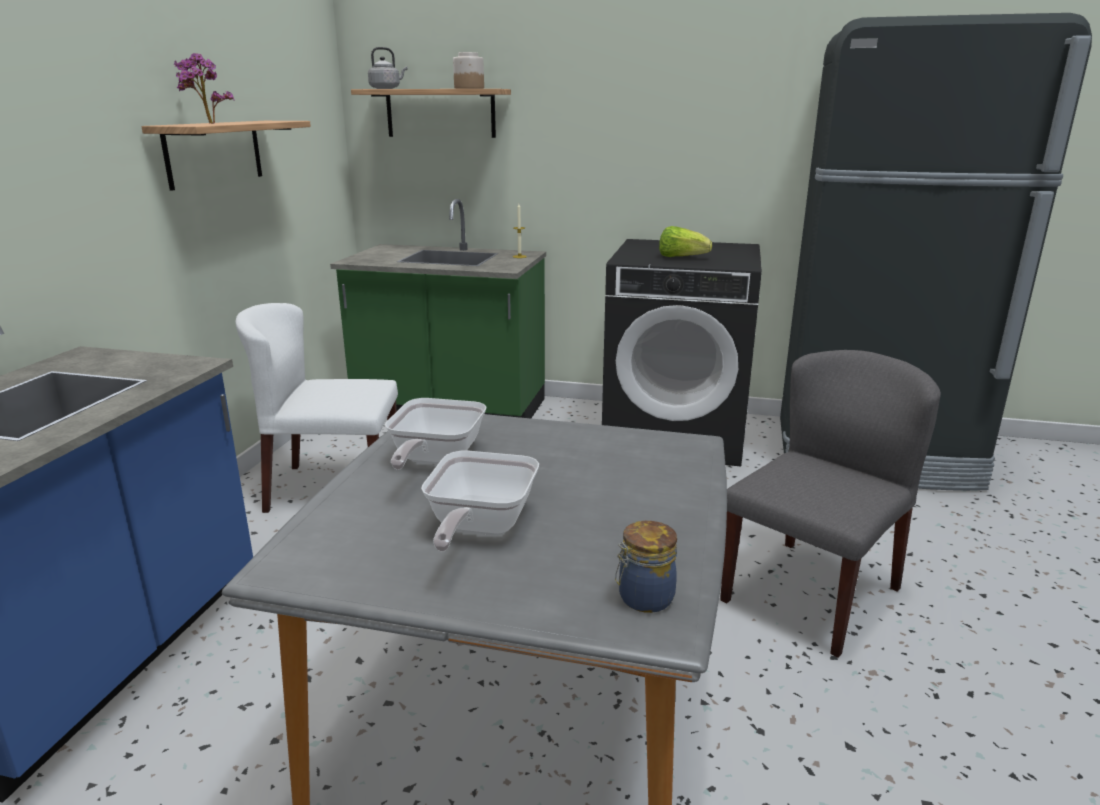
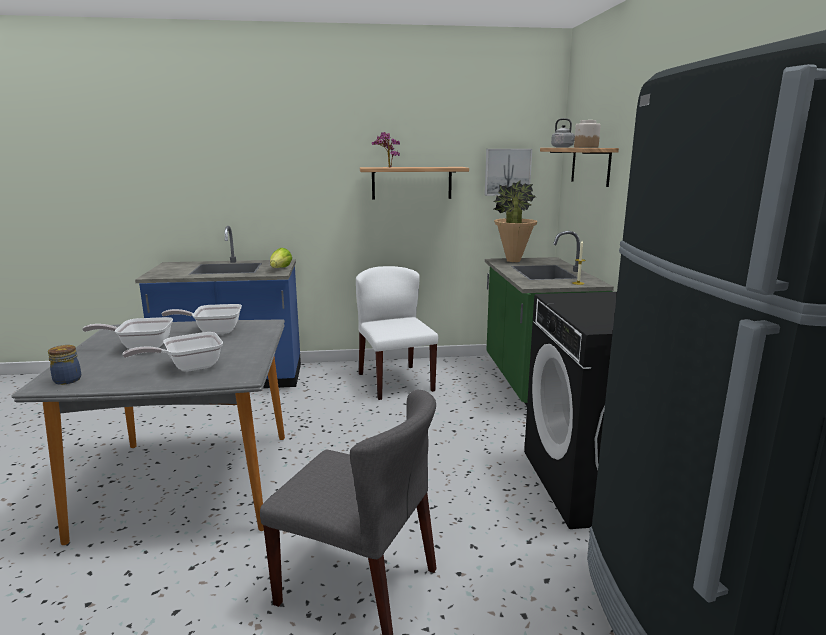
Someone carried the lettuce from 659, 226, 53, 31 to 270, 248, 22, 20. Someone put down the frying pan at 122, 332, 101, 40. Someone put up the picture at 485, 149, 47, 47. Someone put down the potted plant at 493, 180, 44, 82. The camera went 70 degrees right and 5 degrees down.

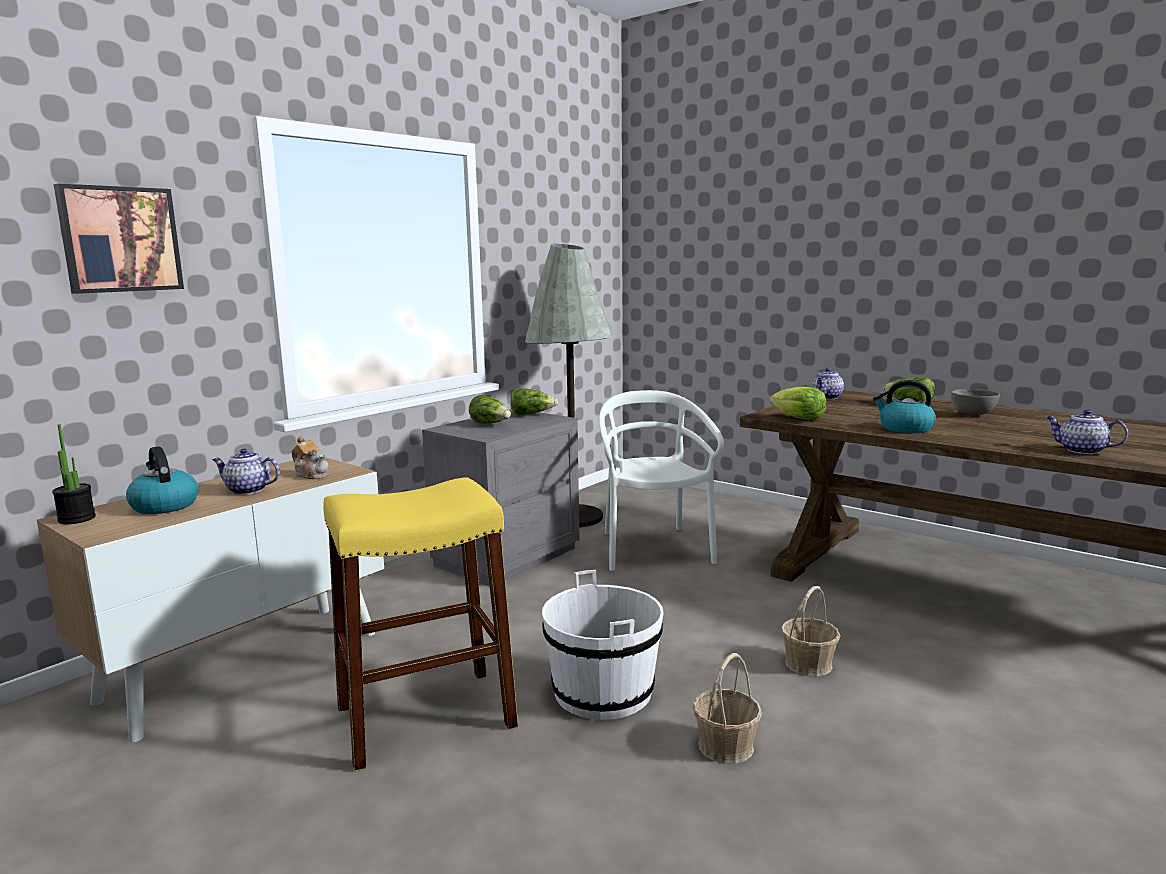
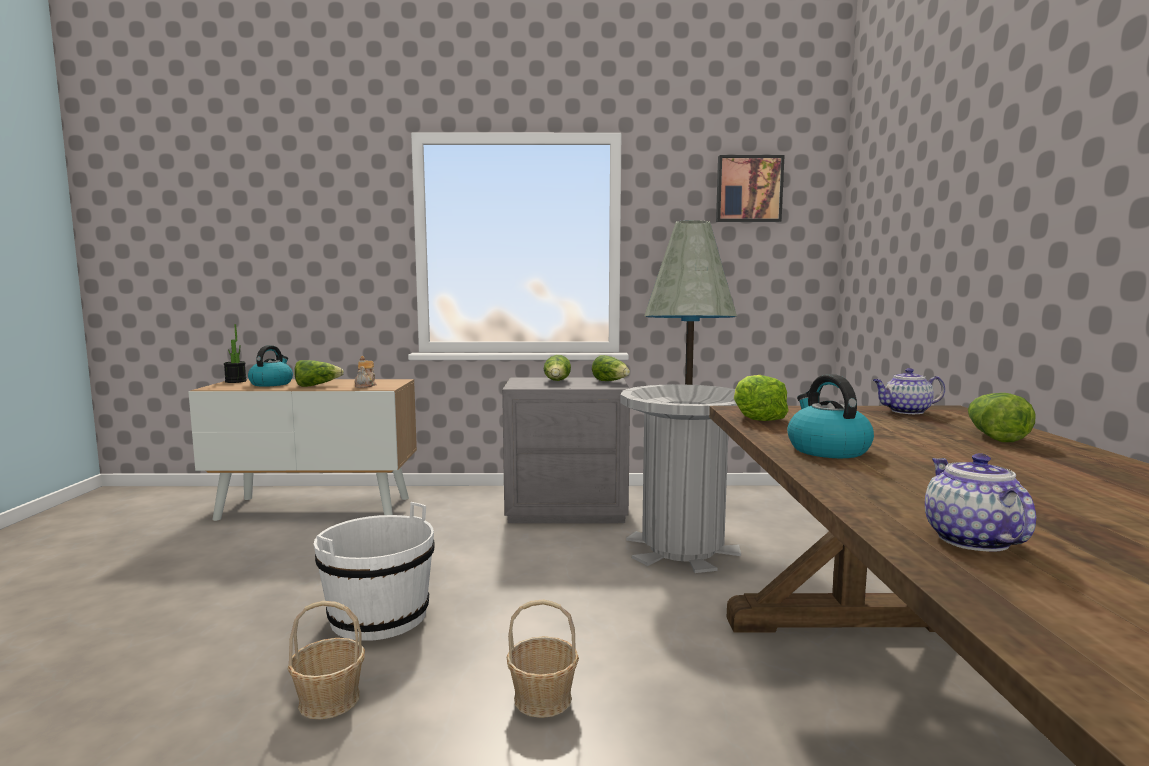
Someone carried the picture from 54, 184, 130, 110 to 716, 155, 69, 67. Someone swapped the teapot at 212, 449, 68, 46 for the lettuce at 294, 360, 50, 27. Someone took away the yellow stool at 323, 478, 195, 294. Someone swapped the white chair at 599, 390, 125, 181 for the grey trash can at 620, 384, 121, 189. Someone took away the grey bowl at 951, 389, 49, 27. The camera went 50 degrees right and 5 degrees down.

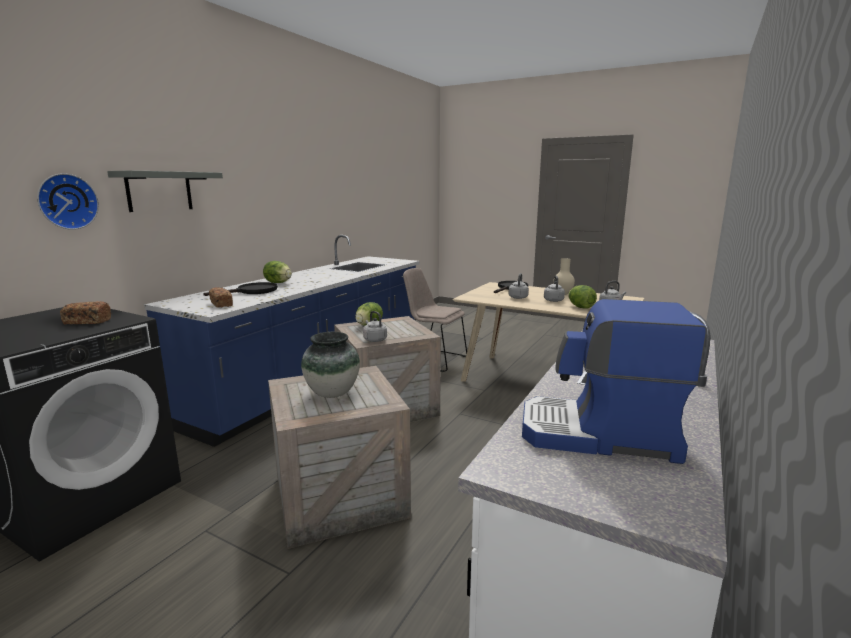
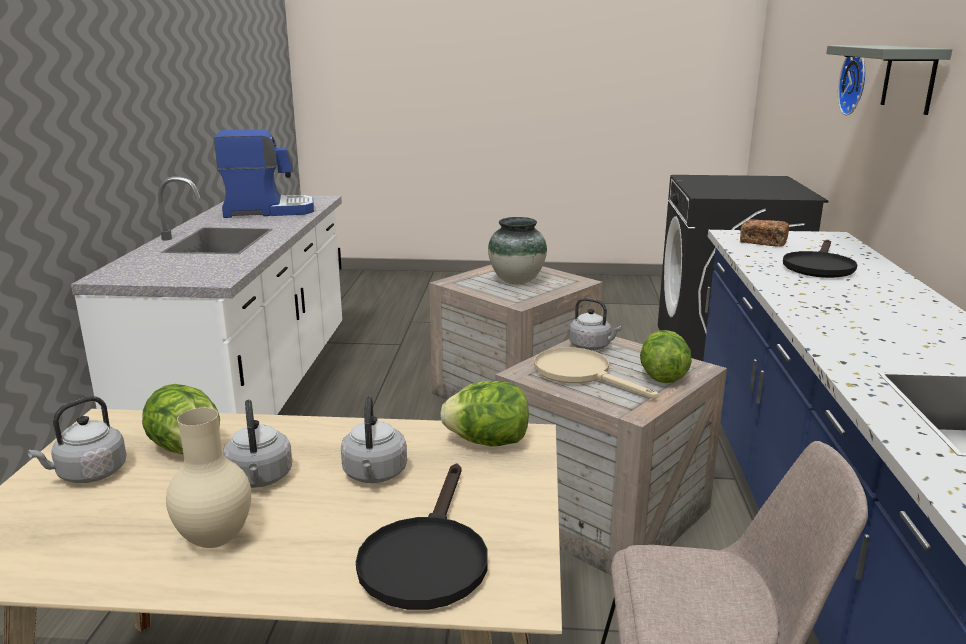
Someone took away the bread at 60, 301, 51, 23. Someone carried the lettuce from 263, 261, 29, 22 to 440, 381, 89, 65. Someone put down the beige frying pan at 534, 347, 124, 51. The camera went 155 degrees right and 5 degrees up.

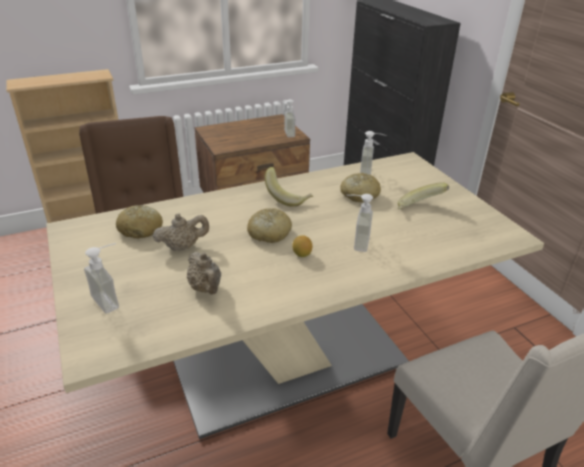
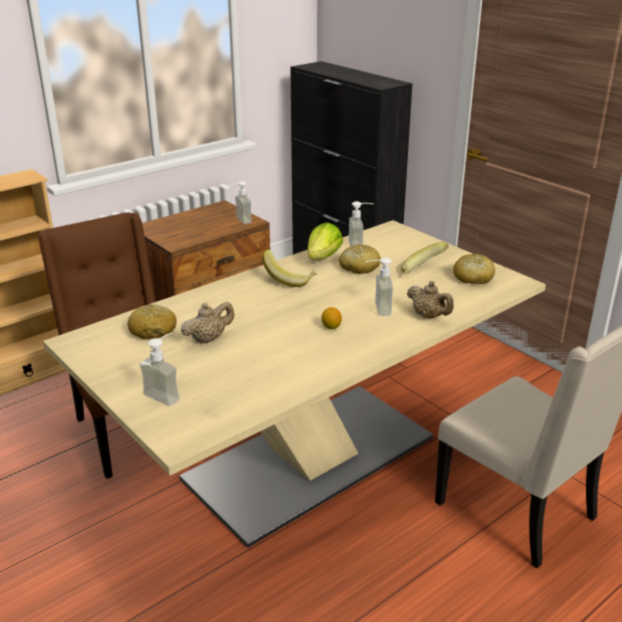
Someone carried the beige teapot from 187, 252, 34, 42 to 407, 281, 47, 38. Someone carried the bread from 247, 208, 45, 35 to 453, 254, 42, 30. Someone put down the lettuce at 307, 222, 36, 38. The camera went 15 degrees left and 5 degrees down.

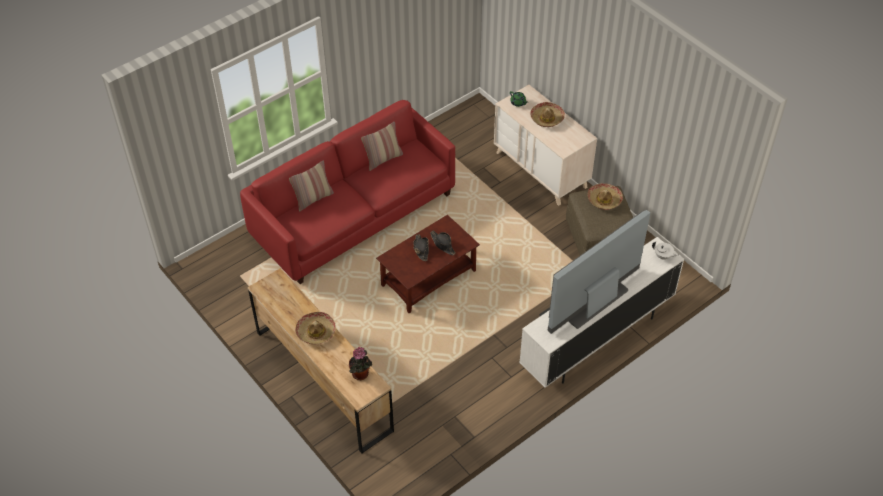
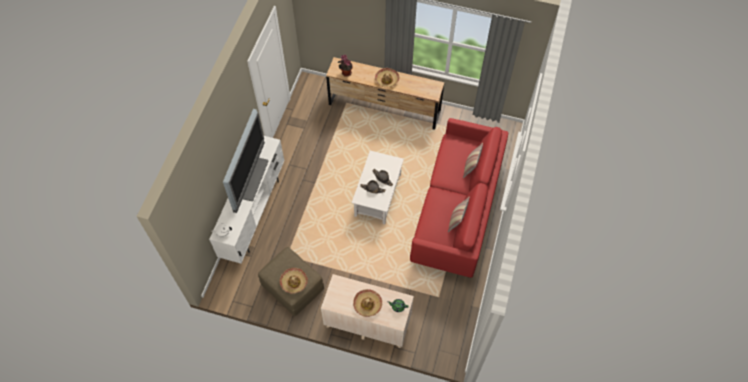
Someone repainted the brown coffee table at 376, 215, 104, 98, which became the white coffee table at 352, 151, 52, 73. The camera went 145 degrees right and 10 degrees up.

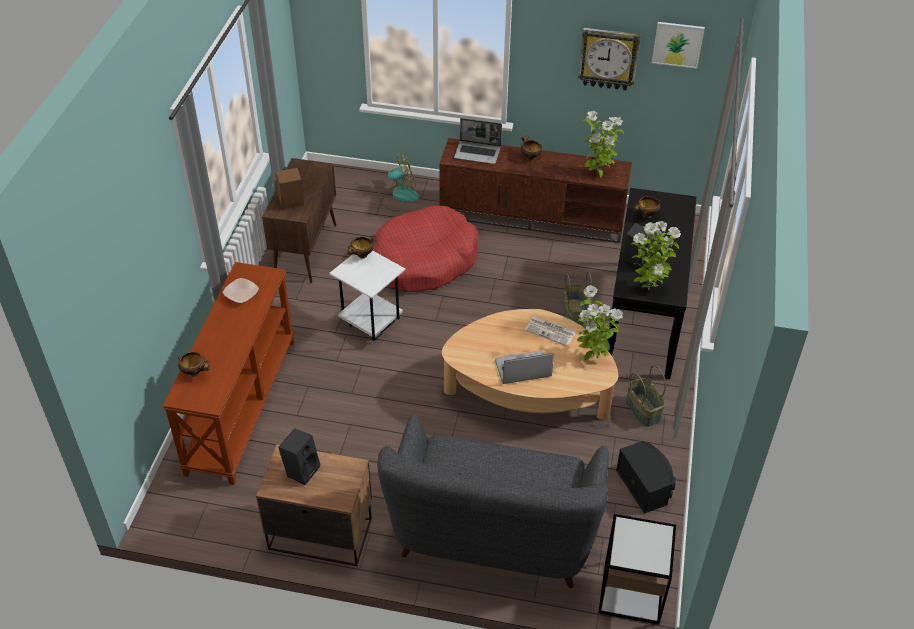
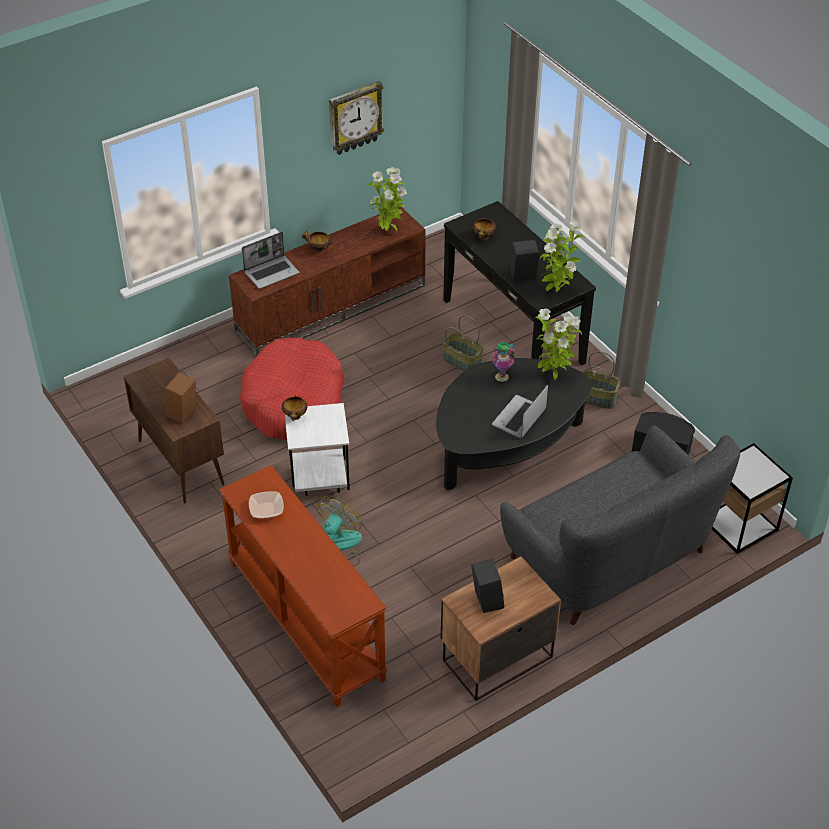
Someone took away the bowl at 178, 352, 32, 25. Someone carried the fan from 378, 152, 41, 60 to 317, 496, 45, 70. Someone repainted the beige coffee table at 442, 309, 176, 111, which became the black coffee table at 436, 358, 156, 132. Someone swapped the newspaper at 525, 316, 51, 30 for the vase at 492, 342, 23, 40. Someone took away the picture at 652, 22, 53, 47. The camera went 45 degrees left and 0 degrees up.

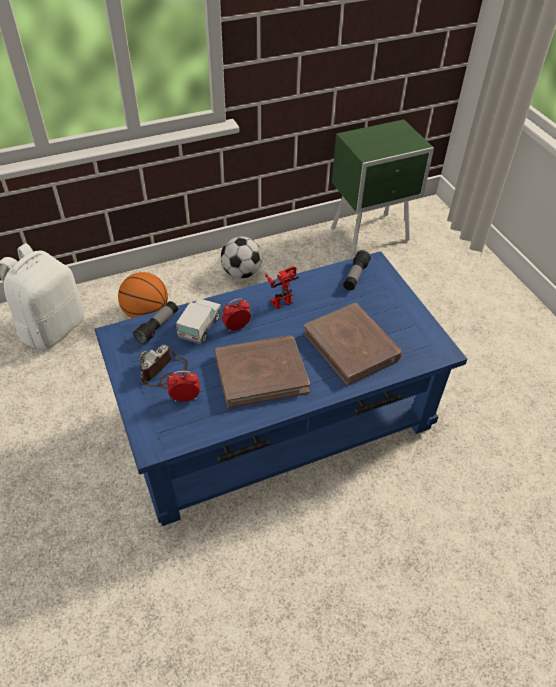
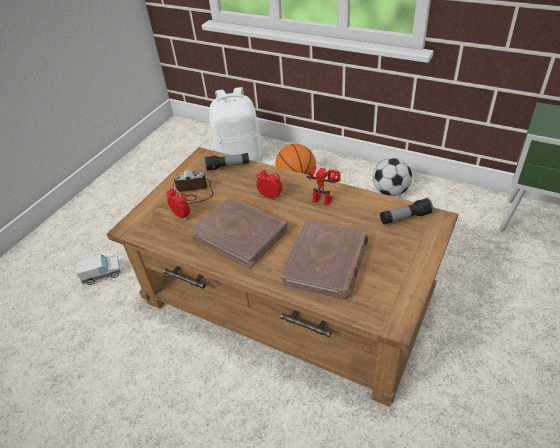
Someone repainted the blue coffee table at 94, 251, 373, 275, which became the brown coffee table at 107, 147, 351, 259. Someone carried the toy truck from 176, 298, 45, 46 to 76, 254, 45, 31. The camera went 55 degrees right and 5 degrees down.

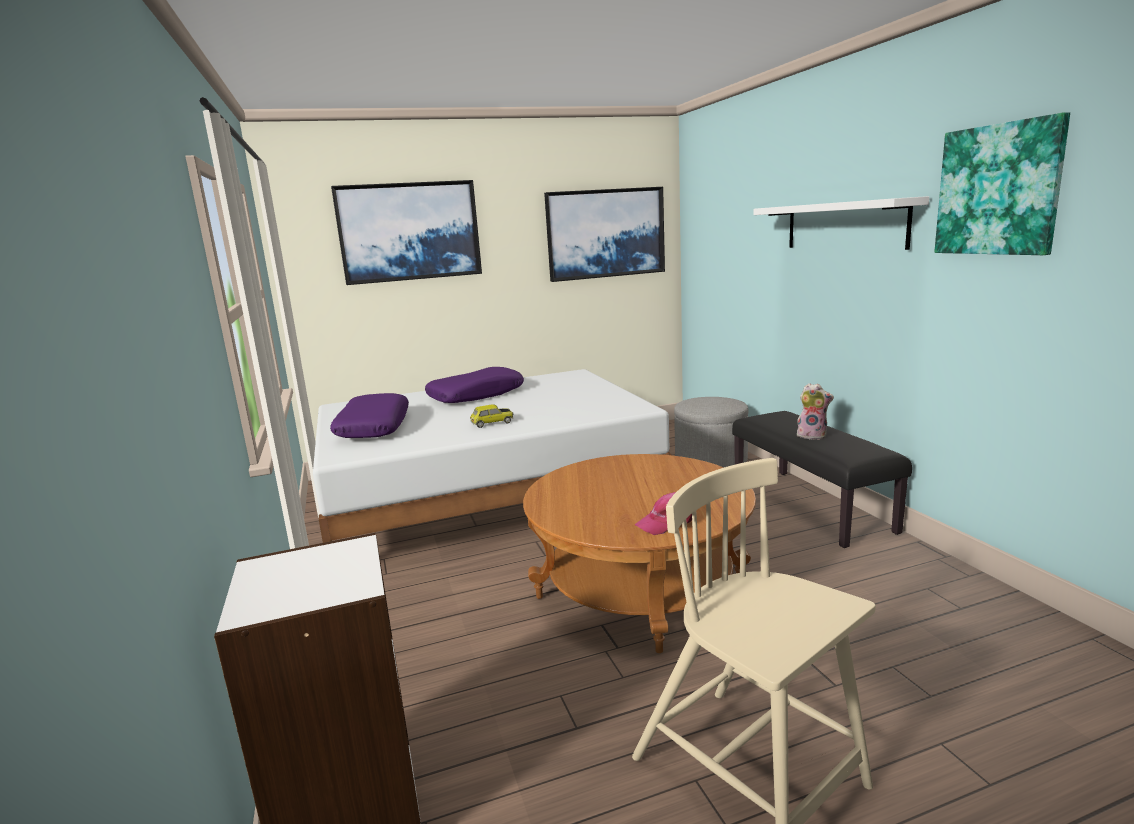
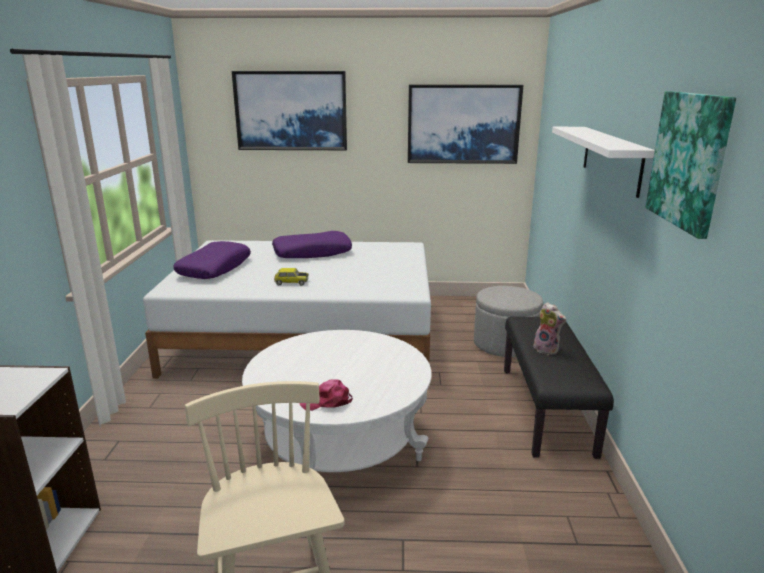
Someone repainted the brown coffee table at 523, 454, 233, 199, which became the white coffee table at 242, 330, 190, 142. The camera went 20 degrees right and 5 degrees up.

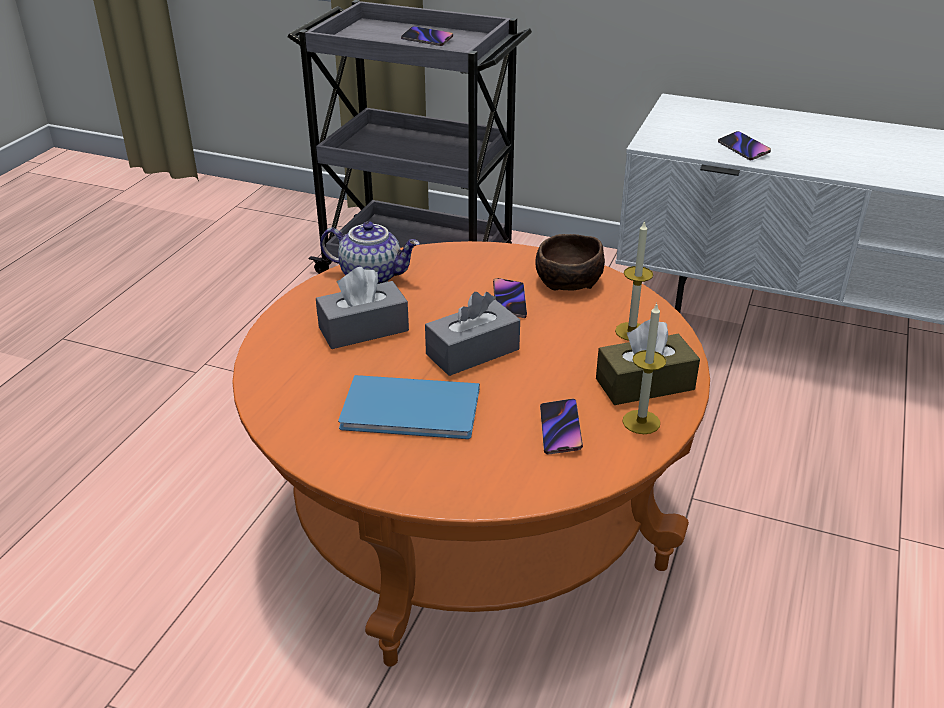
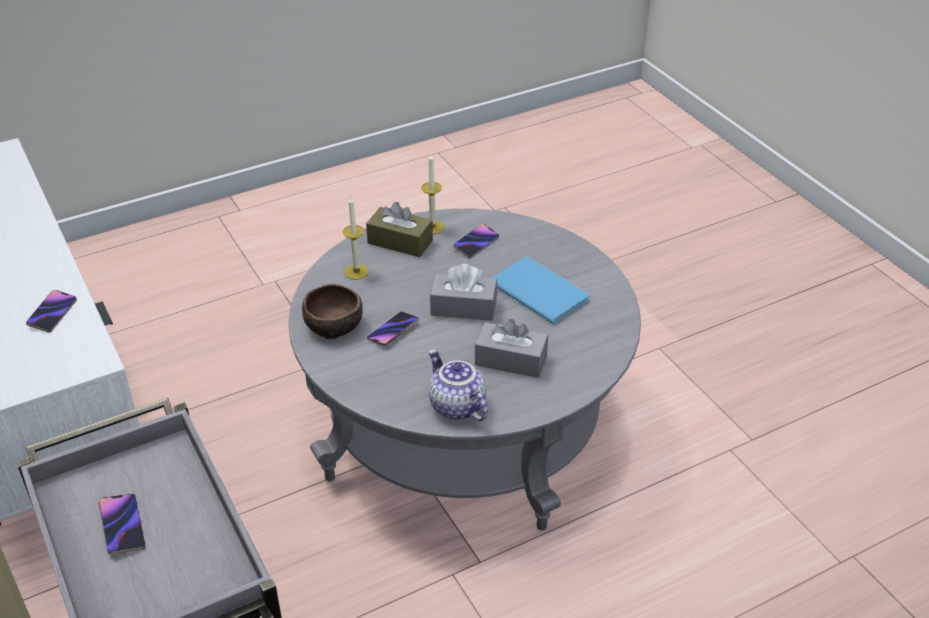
Someone repainted the orange coffee table at 232, 241, 478, 426, which became the grey coffee table at 288, 209, 353, 321. The camera went 140 degrees left and 5 degrees up.

